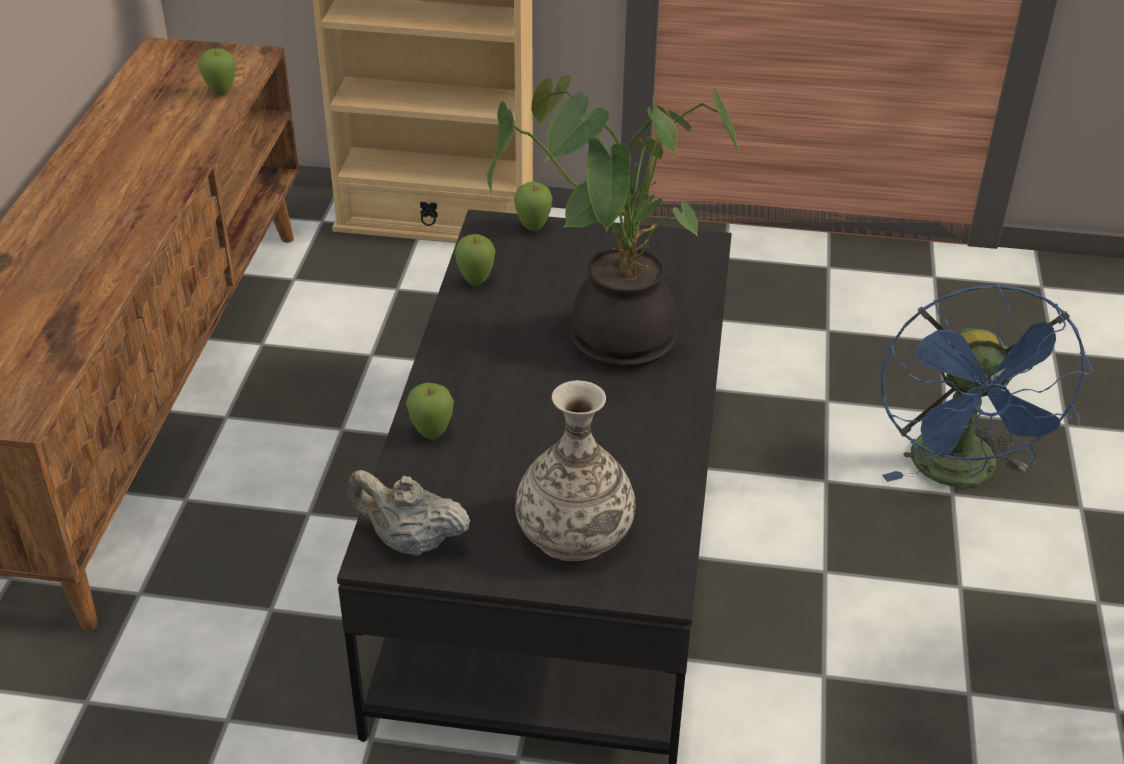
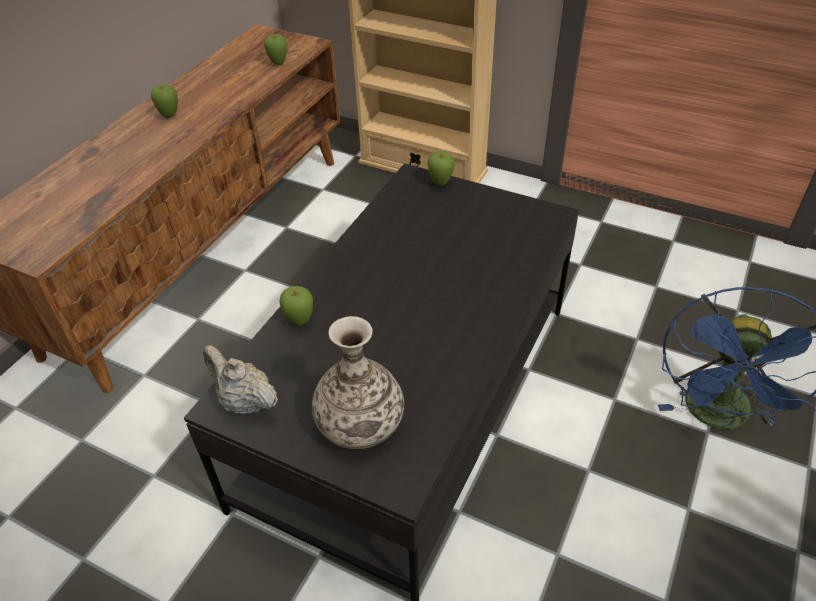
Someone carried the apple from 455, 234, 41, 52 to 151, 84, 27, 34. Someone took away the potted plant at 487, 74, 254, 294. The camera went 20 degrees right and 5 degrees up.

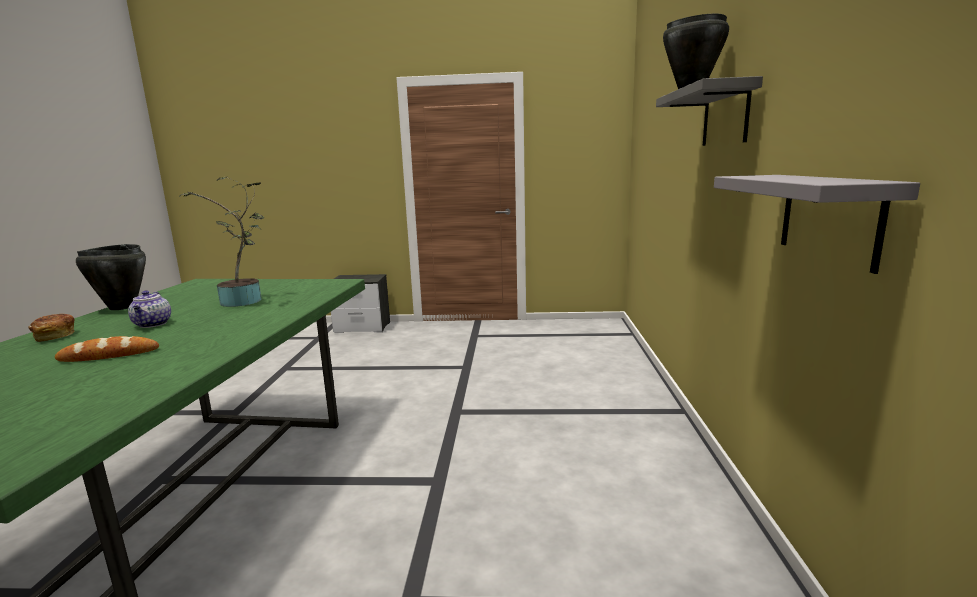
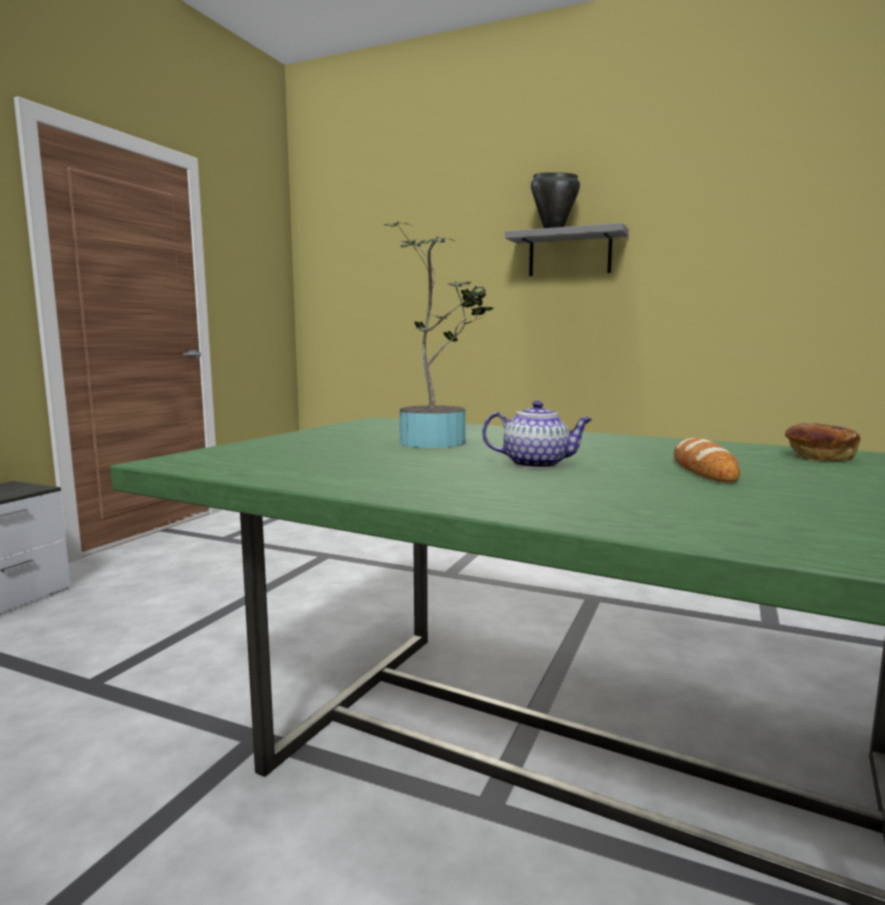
Someone carried the bread from 28, 314, 46, 28 to 785, 423, 75, 38. Someone took away the black cooking pot at 76, 244, 70, 66. Someone took away the grey shelf at 714, 175, 206, 99. The camera went 70 degrees left and 5 degrees down.

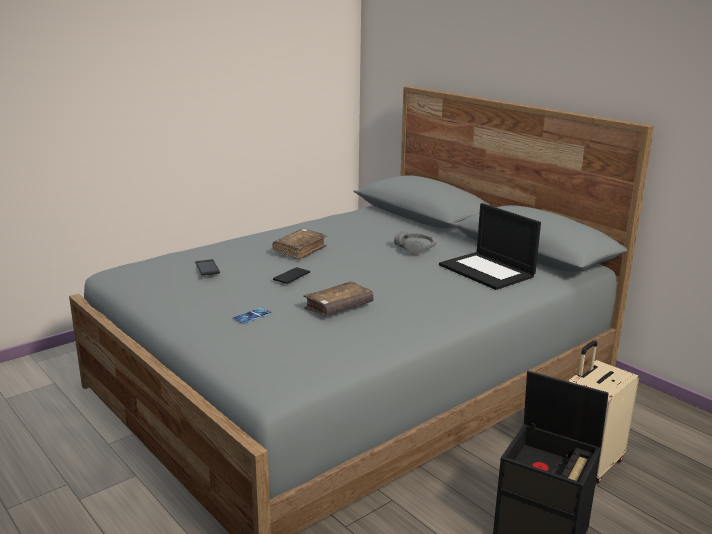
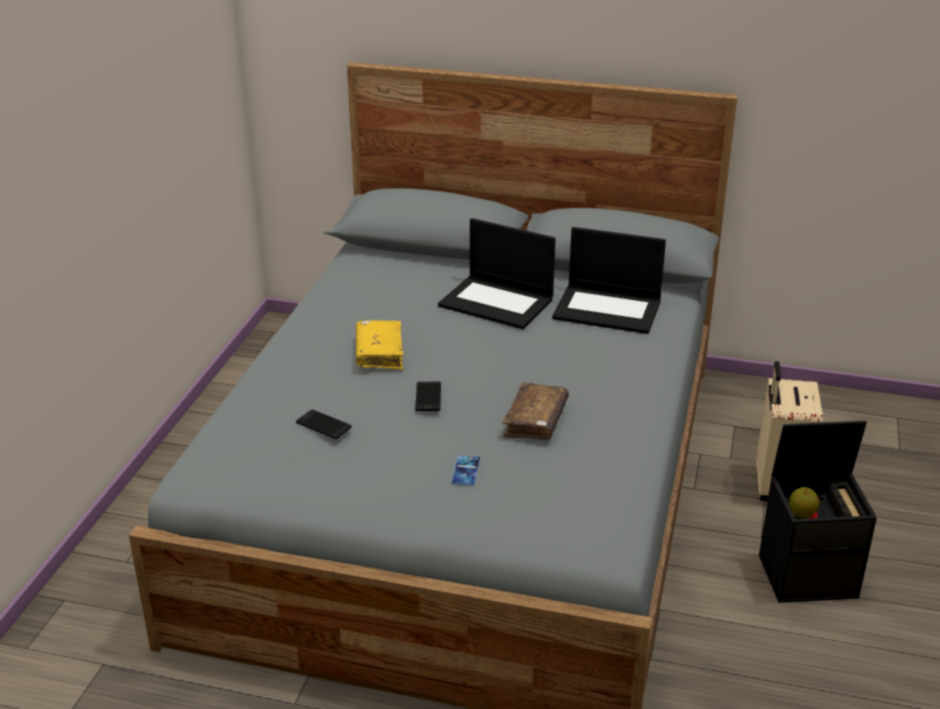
Someone repainted the brown book at 272, 229, 55, 31, which became the yellow book at 356, 320, 47, 50. Someone swapped the grey headphones at 394, 232, 43, 23 for the laptop at 438, 218, 118, 111. Someone put down the apple at 790, 487, 30, 31. The camera went 35 degrees left and 10 degrees up.

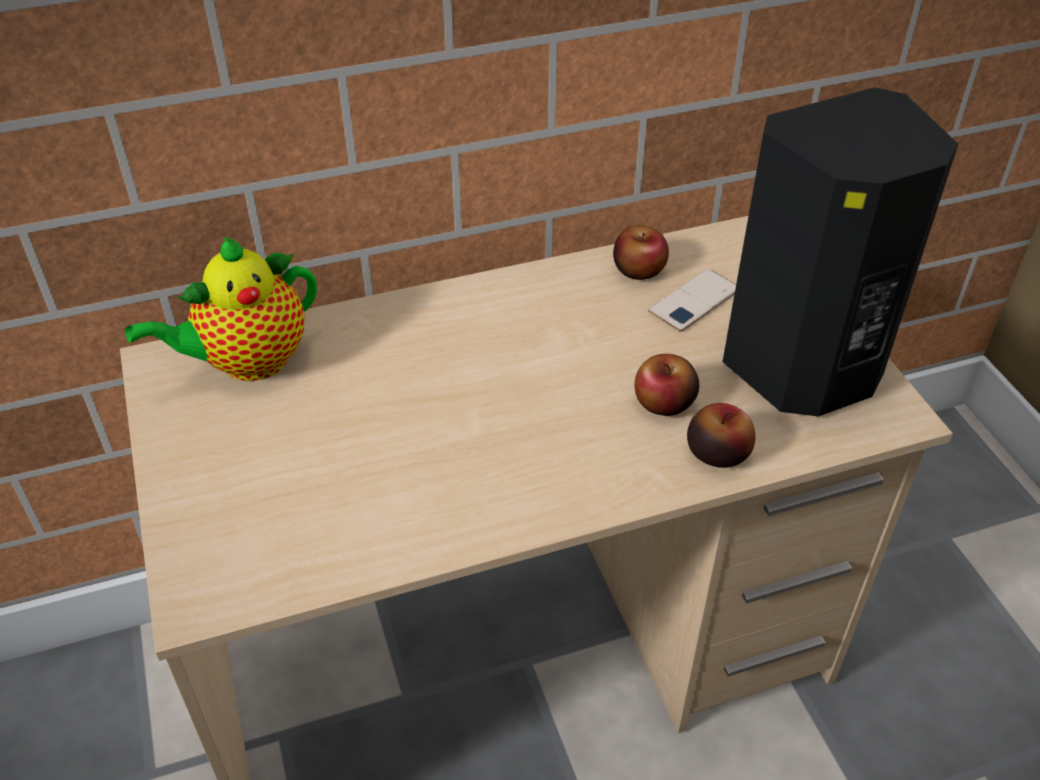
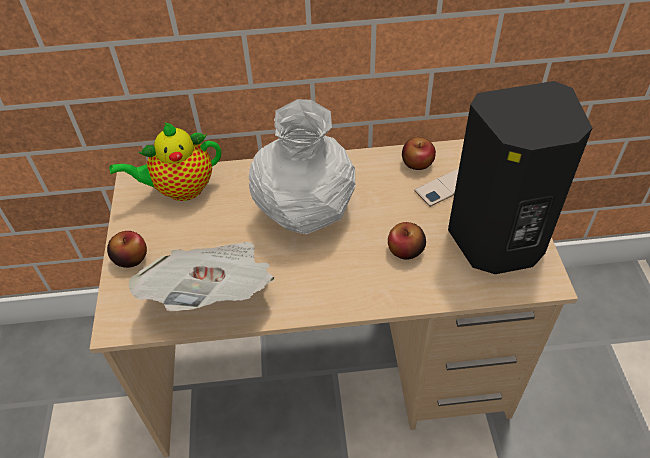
Someone carried the apple from 687, 403, 68, 65 to 107, 231, 40, 37. Someone put down the newspaper at 128, 242, 147, 69. Someone put down the white vase at 249, 99, 107, 135. The camera went 15 degrees right and 5 degrees up.

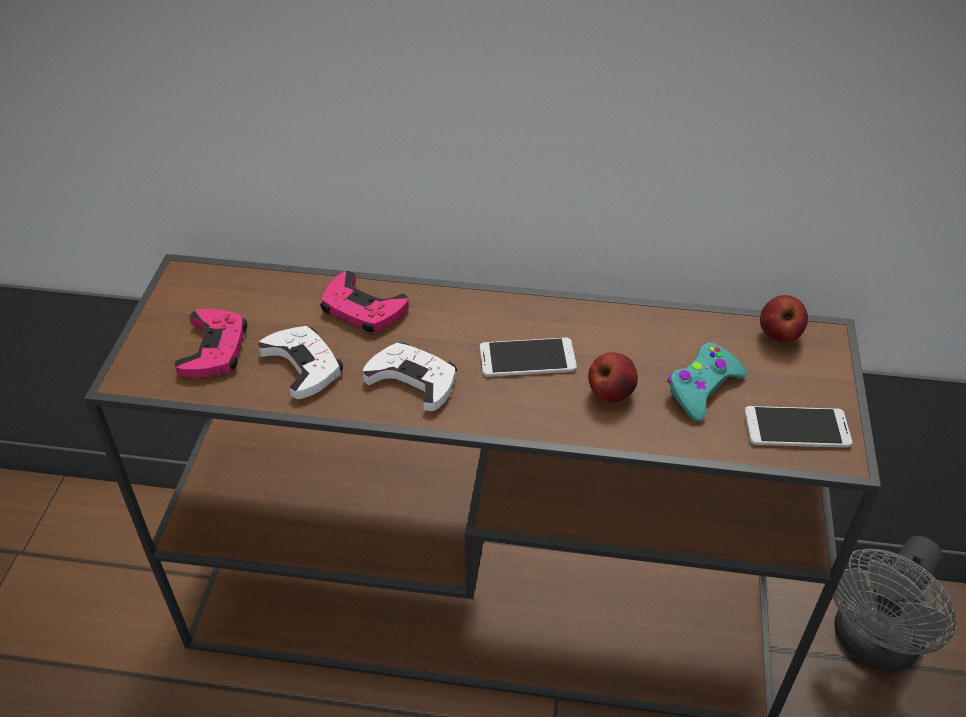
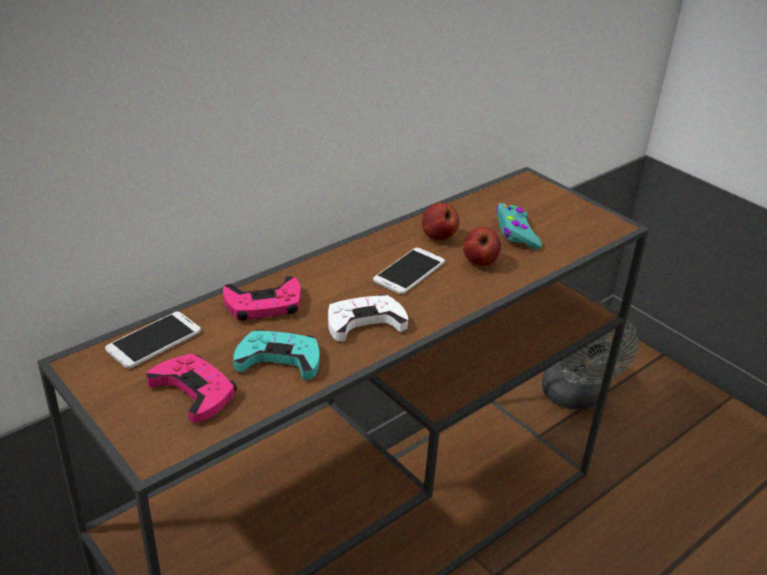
Someone repainted the white game controller at 258, 326, 85, 73, which became the turquoise game controller at 233, 330, 86, 50. Someone carried the phone from 744, 406, 109, 42 to 105, 312, 96, 57. Someone carried the apple from 760, 295, 48, 47 to 422, 203, 37, 37. The camera went 50 degrees left and 10 degrees down.

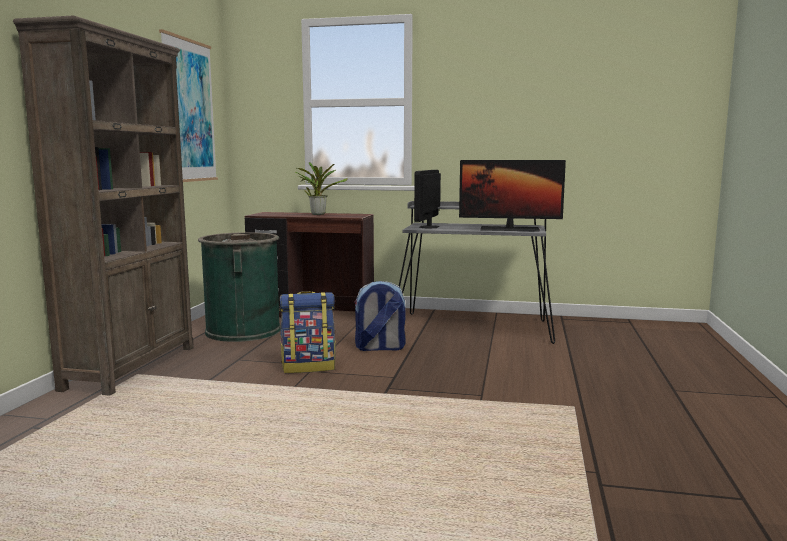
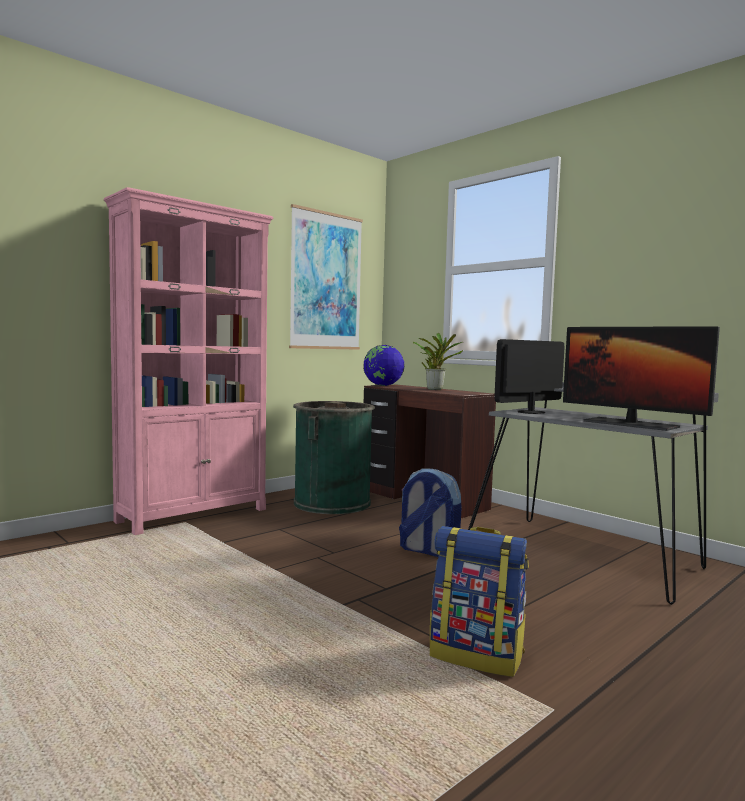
Someone repainted the brown bookcase at 13, 15, 181, 381, which became the pink bookcase at 104, 187, 170, 348. Someone carried the backpack from 279, 291, 56, 82 to 430, 526, 99, 151. Someone put down the globe at 363, 345, 41, 41. The camera went 35 degrees right and 5 degrees down.

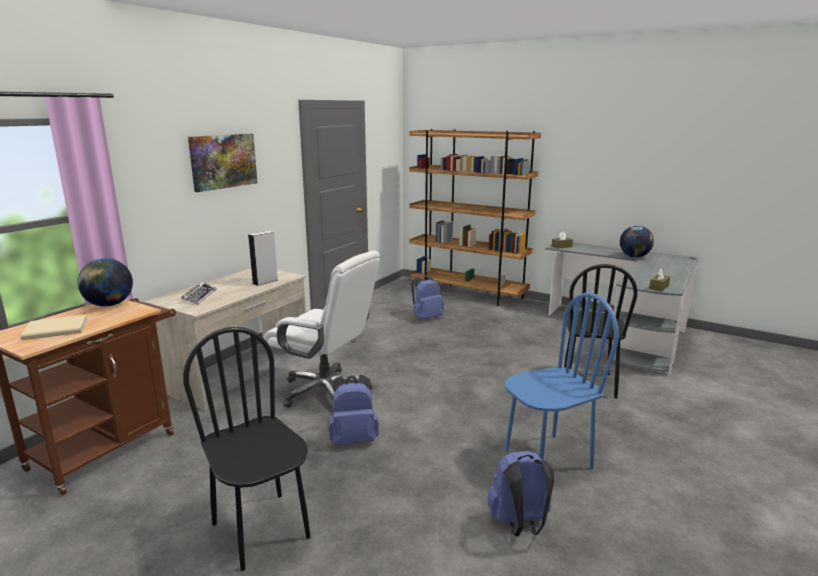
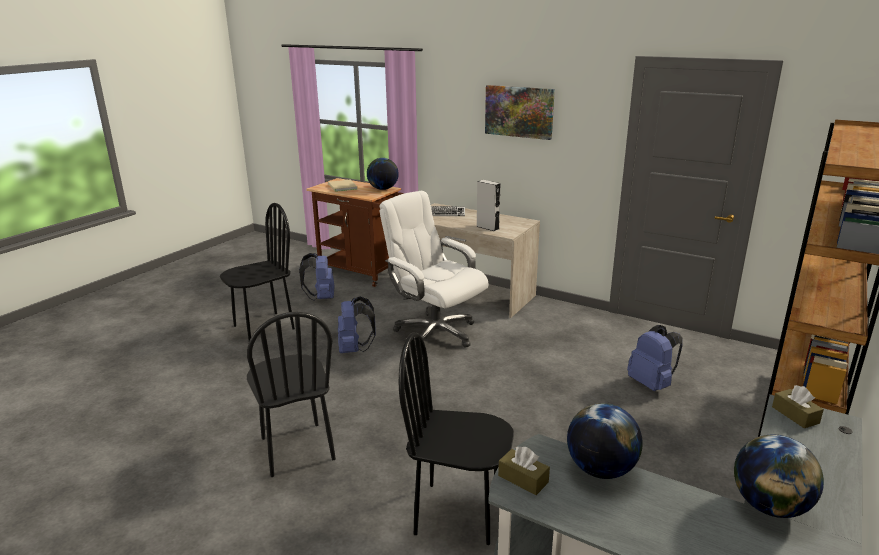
Someone rotated the white office chair at 264, 251, 116, 157 by 105 degrees clockwise. Someone carried the blue backpack from 487, 451, 67, 86 to 299, 253, 36, 47. Someone repainted the blue chair at 505, 293, 114, 176, which became the black chair at 247, 311, 89, 166. Someone put down the globe at 567, 403, 76, 76. The camera went 90 degrees right and 5 degrees up.

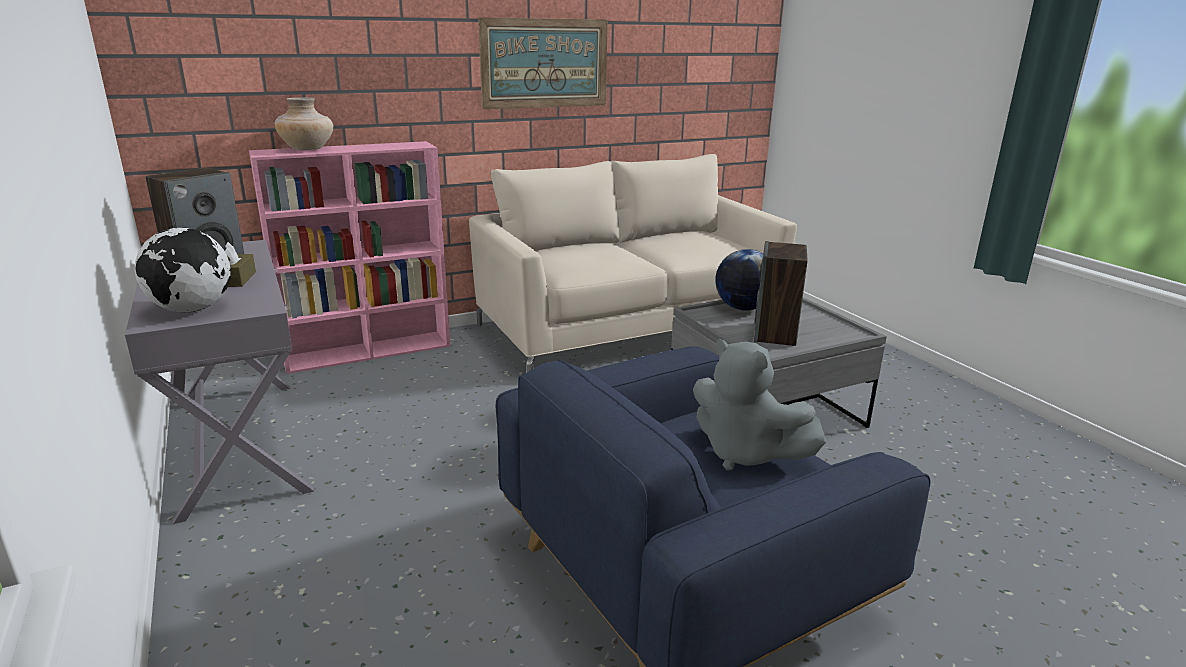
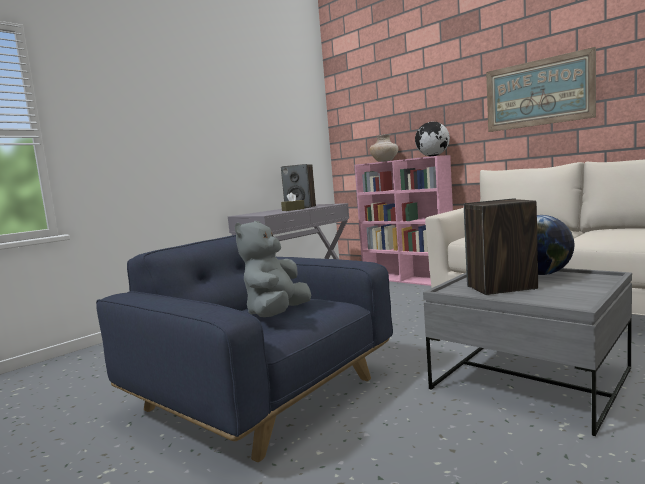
Someone carried the globe from 135, 228, 96, 85 to 415, 122, 35, 34. The camera went 70 degrees right and 15 degrees down.

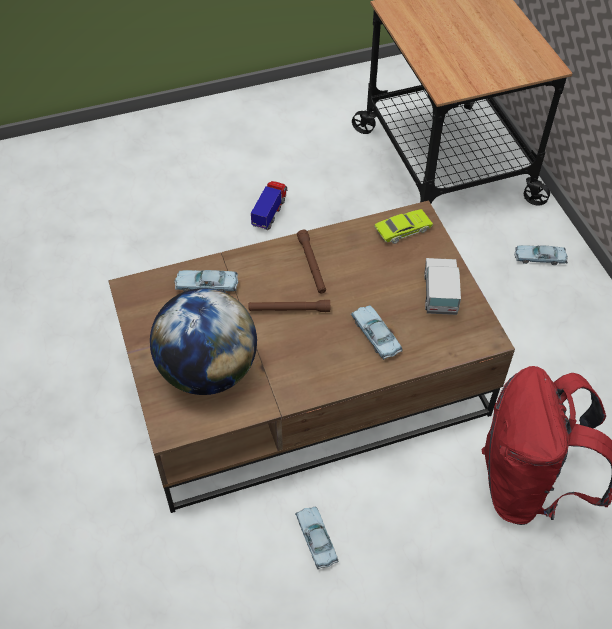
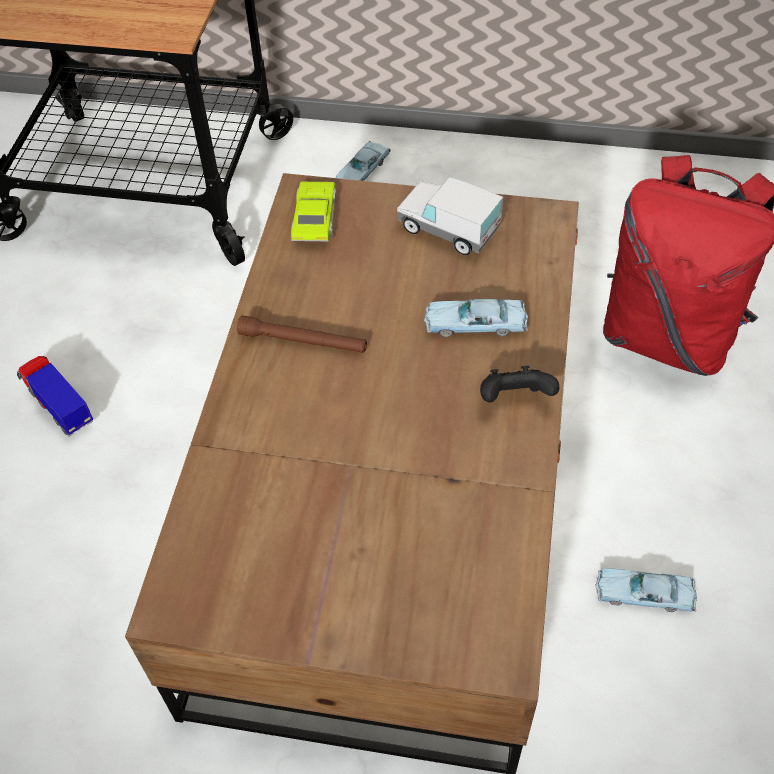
Someone took away the globe at 150, 288, 107, 107. Someone took away the blue toy car at 174, 270, 64, 22. Someone took away the brown flashlight at 248, 300, 82, 12. Someone put down the black game controller at 480, 366, 80, 37. The camera went 60 degrees left and 0 degrees up.

